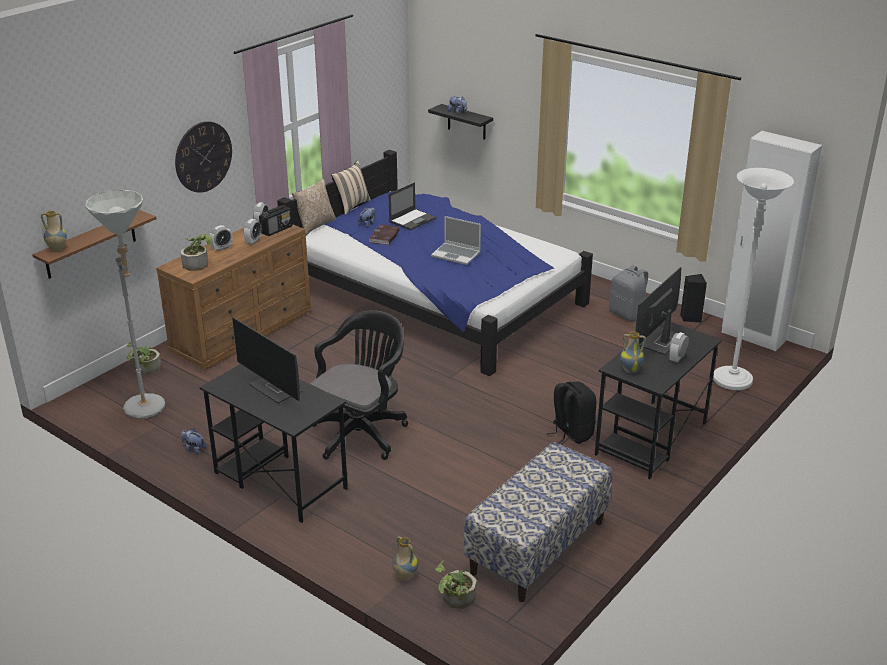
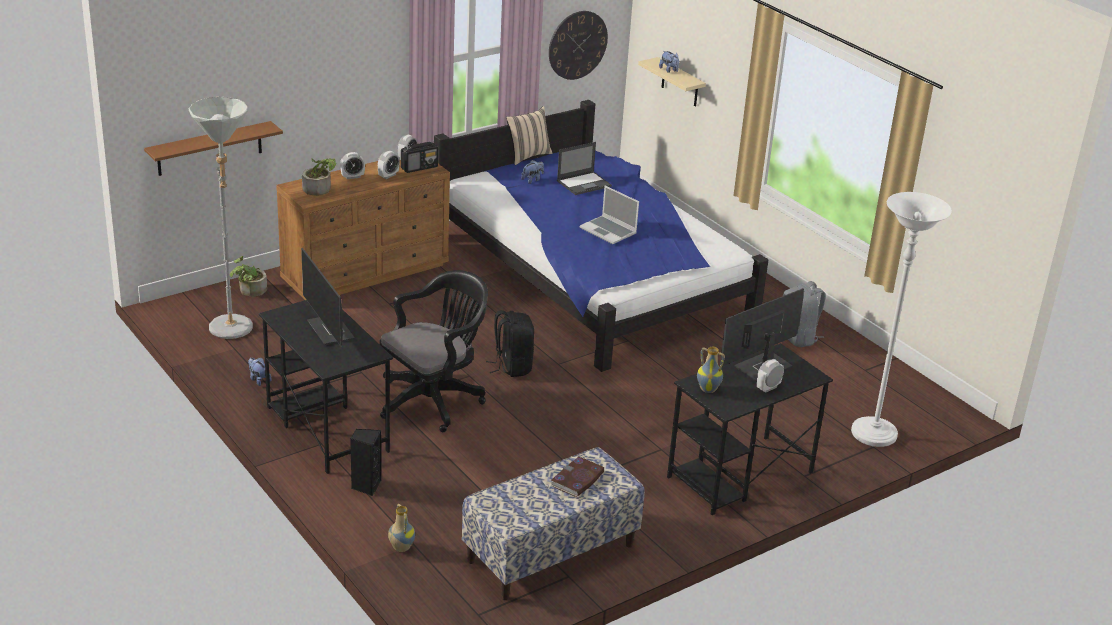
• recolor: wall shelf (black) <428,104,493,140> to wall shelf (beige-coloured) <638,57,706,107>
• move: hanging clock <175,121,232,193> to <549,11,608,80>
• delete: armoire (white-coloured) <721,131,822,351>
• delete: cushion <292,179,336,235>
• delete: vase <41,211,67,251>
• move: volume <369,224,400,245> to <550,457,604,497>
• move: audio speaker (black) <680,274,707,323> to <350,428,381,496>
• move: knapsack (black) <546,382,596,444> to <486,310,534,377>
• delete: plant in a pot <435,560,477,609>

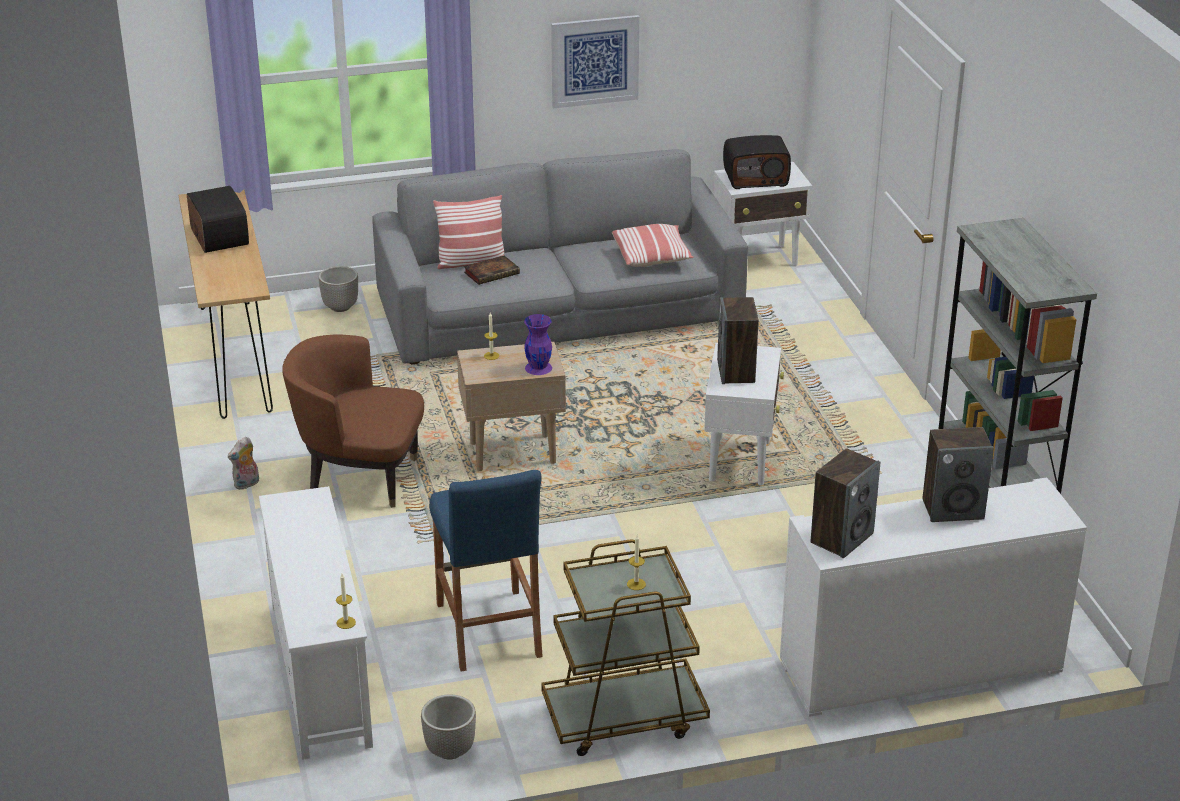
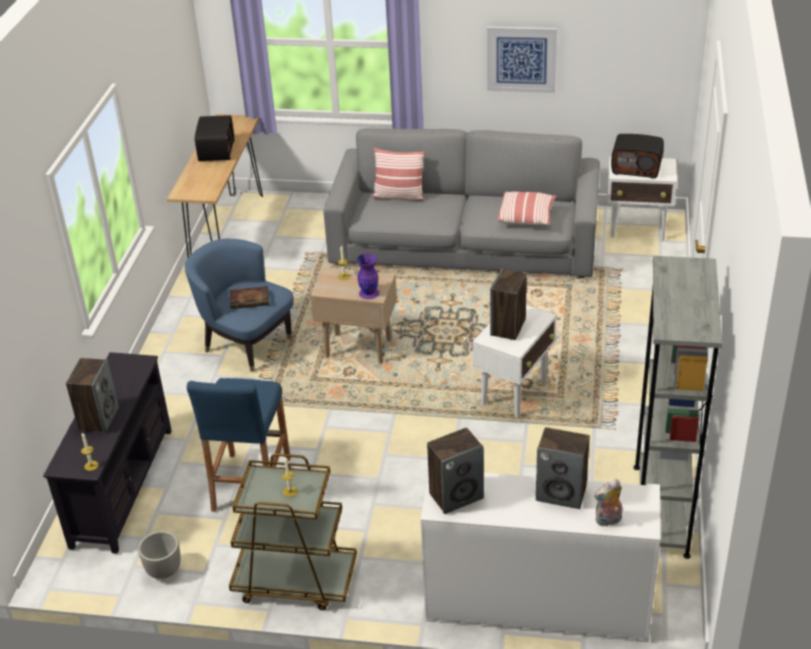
• move: volume <464,256,520,285> to <230,286,269,309>
• delete: plant pot <318,266,358,312>
• recolor: armchair (brownish) <282,335,424,508> to armchair (bluish) <185,239,294,372>
• move: soft toy <228,437,259,490> to <594,479,622,527>
• recolor: tv unit (white-coloured) <259,486,373,760> to tv unit (black) <43,352,172,554>
• insert: audio speaker <66,358,119,433>

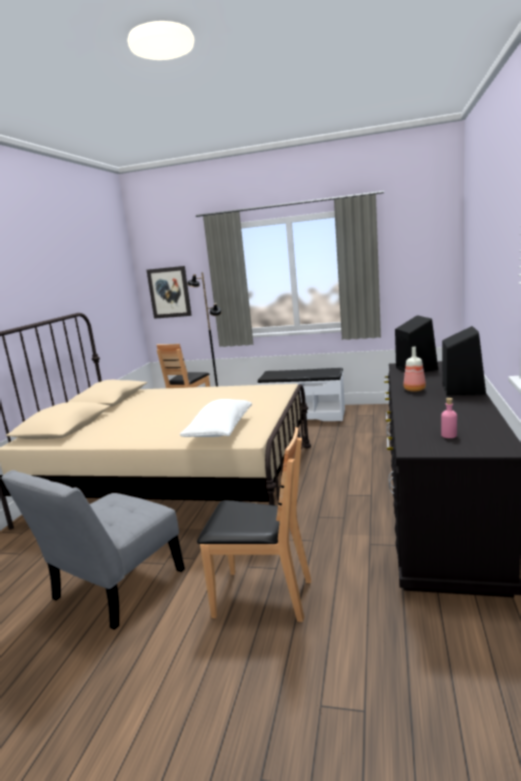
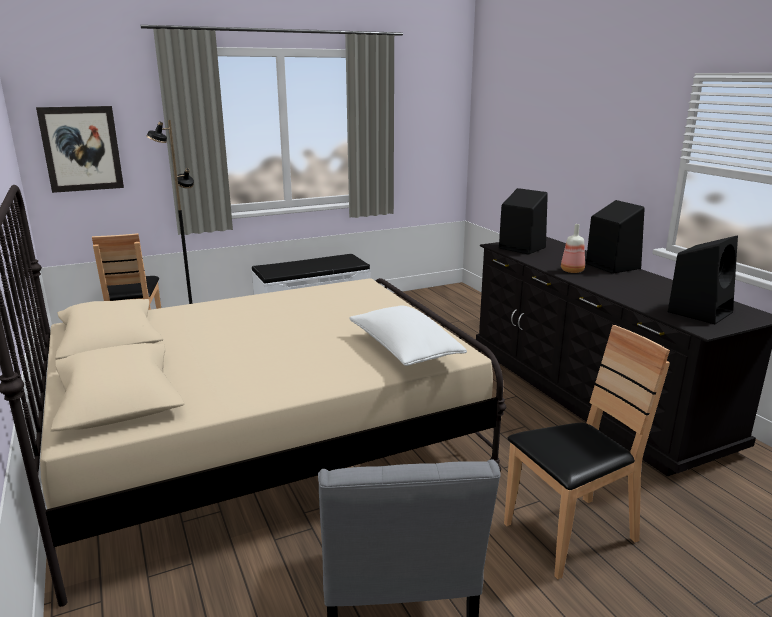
• replace: drink bottle (pinkish) <441,398,457,438> to audio speaker (black) <668,235,738,324>

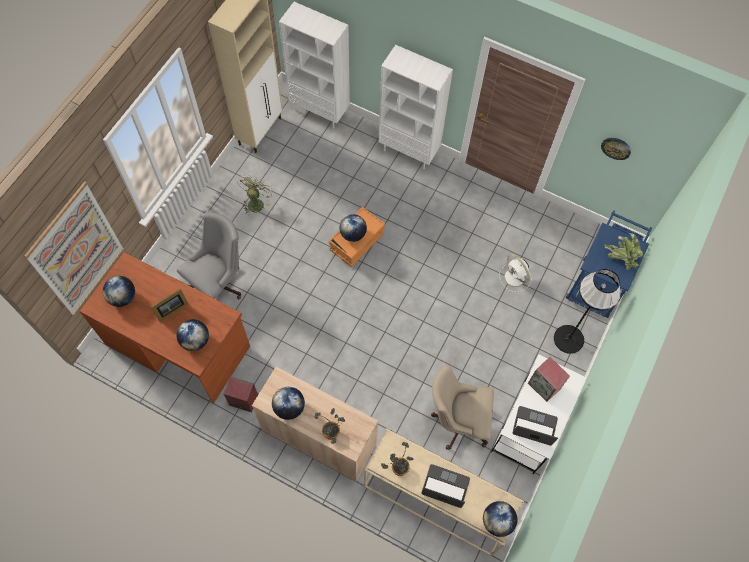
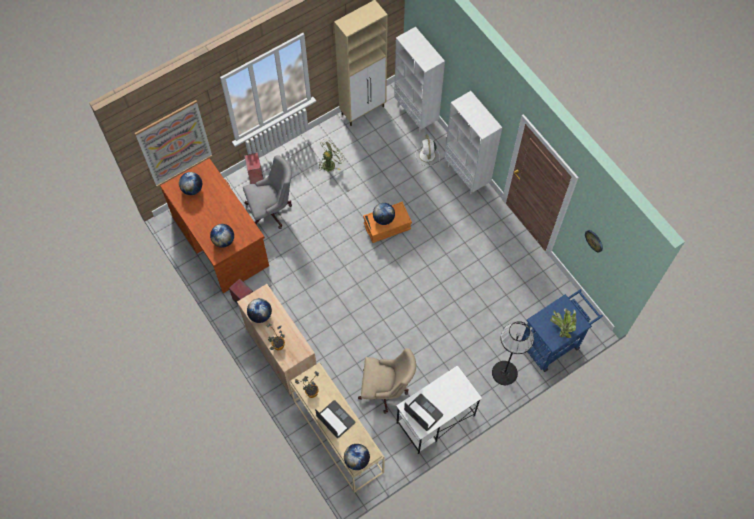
• move: fan (white-coloured) <499,254,532,292> to <415,134,440,166>
• delete: picture frame <151,289,188,322>
• move: audio speaker <528,357,570,402> to <244,153,263,184>
• rotate: computer chair (beige-coloured) <431,365,494,450> = <358,348,416,414> 150 degrees clockwise

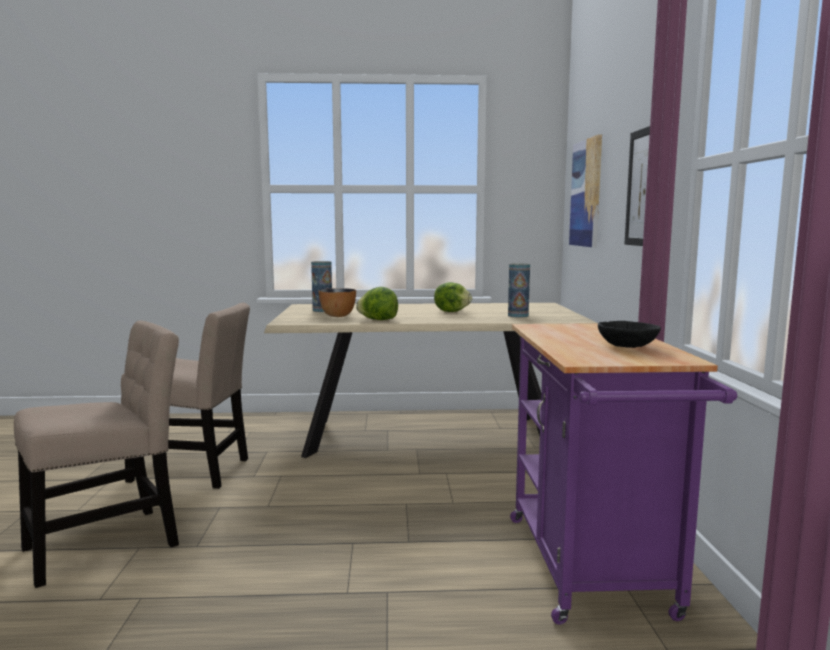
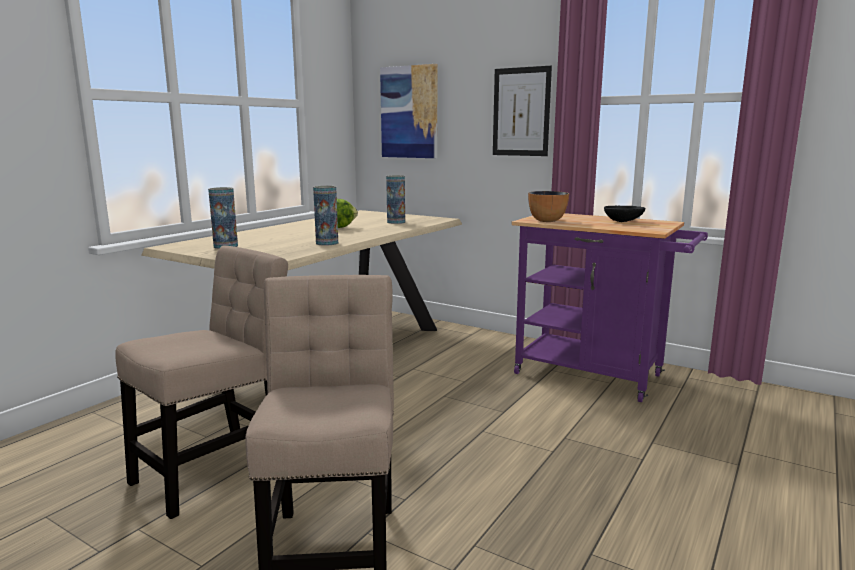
• replace: lettuce <356,287,398,320> to vase <313,186,338,246>
• move: deep dish <319,288,356,317> to <528,191,569,222>

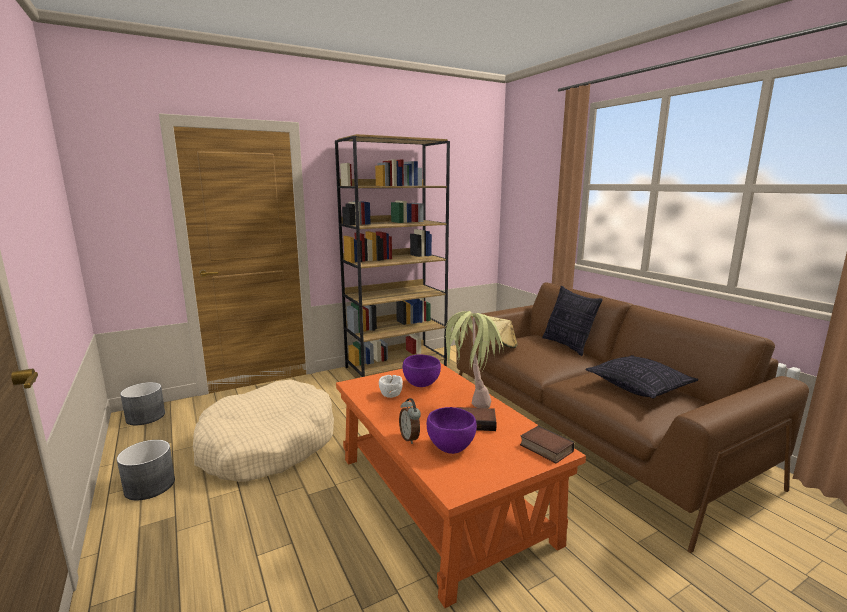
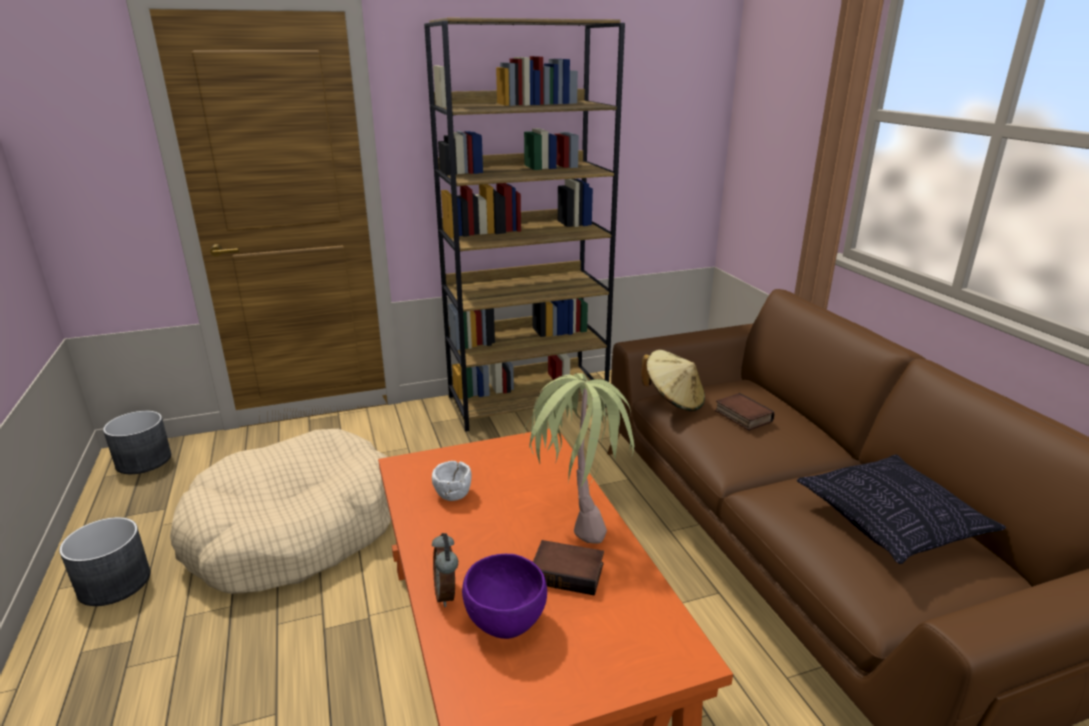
• delete: cushion <542,286,603,356>
• delete: deep dish (purple-coloured) <402,354,441,387>
• move: volume <520,426,575,463> to <715,393,775,431>

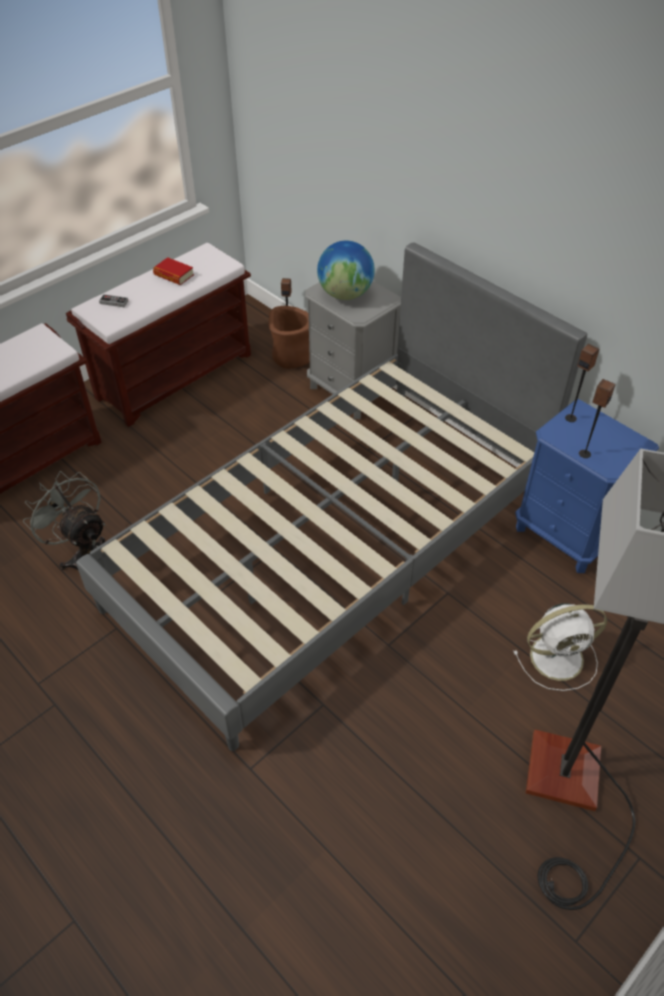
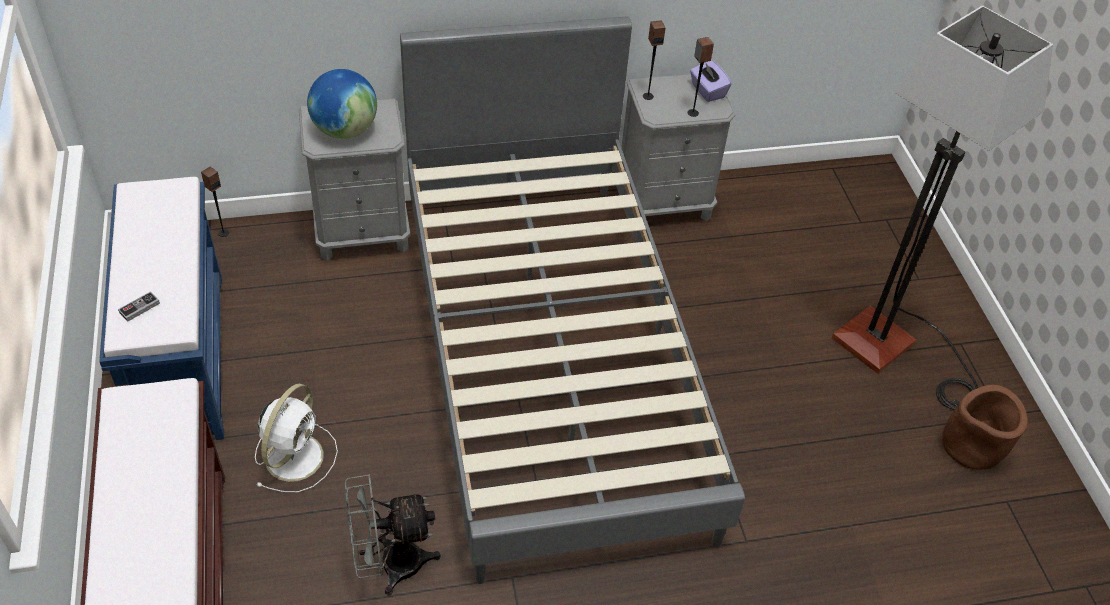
• recolor: bench (brownish) <66,243,251,427> to bench (bluish) <99,177,224,440>
• delete: volume <153,257,194,285>
• move: plant pot (brownish) <269,306,310,369> to <942,385,1028,470>
• recolor: night table (bluish) <515,399,659,573> to night table (greyish) <621,74,735,221>
• move: fan (white-coloured) <513,603,607,691> to <255,384,338,492>
• insert: box of tissues (purple-coloured) <690,60,731,102>

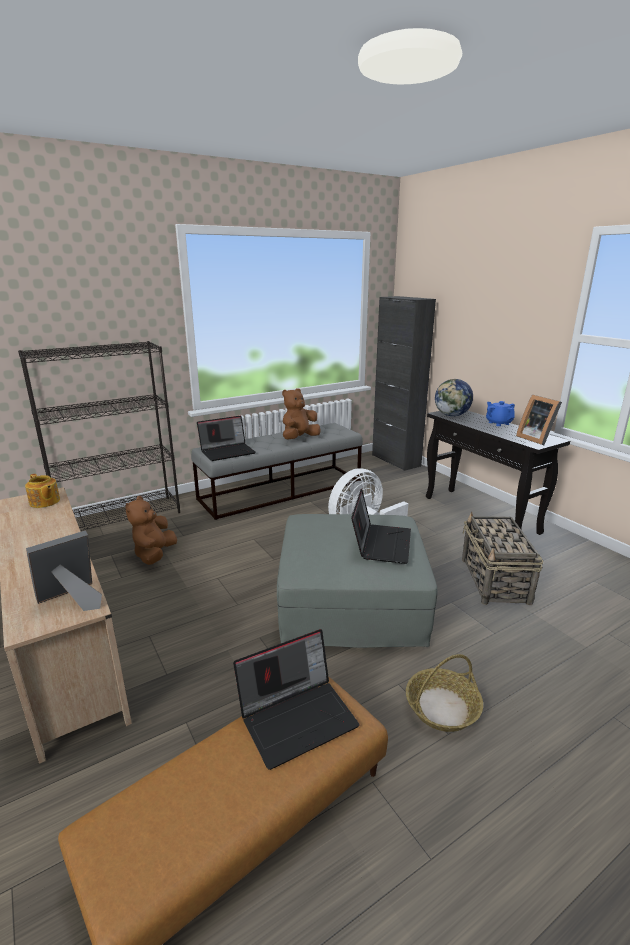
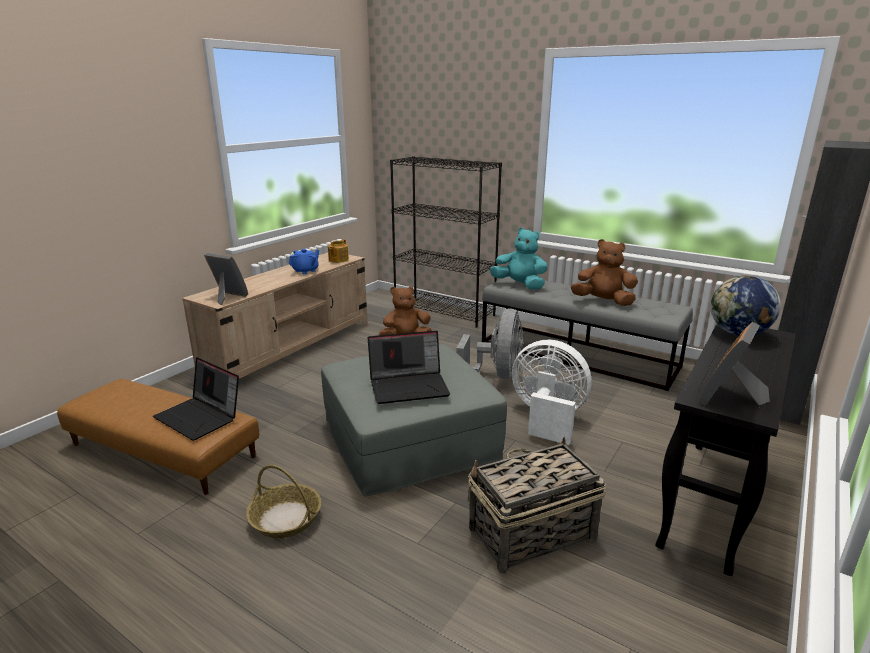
• move: tea pot (bluish) <486,401,515,426> to <289,249,319,274>
• replace: portable computer <197,416,256,461> to soft toy (blue-green) <490,227,548,290>
• insert: fan (greyish) <456,308,523,379>

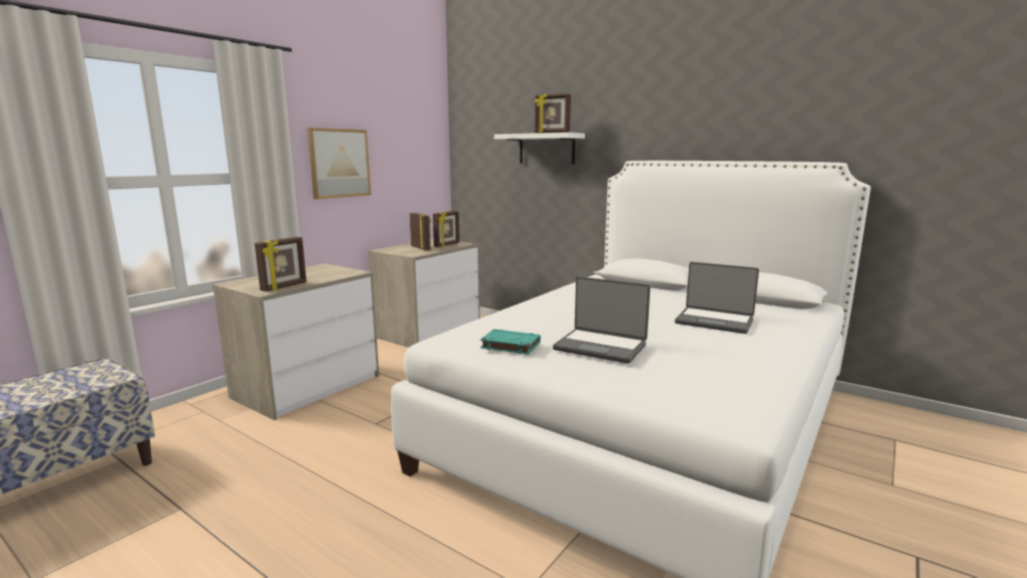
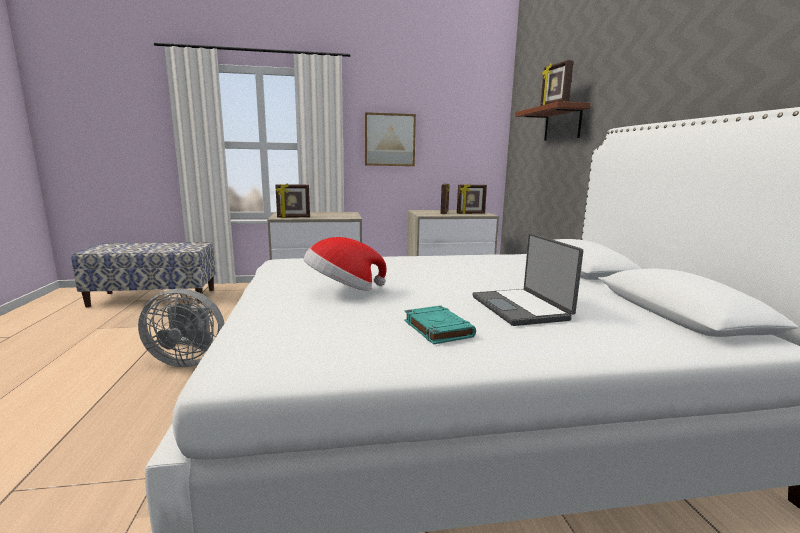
• recolor: wall shelf (white-coloured) <494,132,585,164> to wall shelf (brownish) <515,101,590,141>
• replace: portable computer <553,276,650,364> to hat <304,237,387,291>
• move: volume (blue-green) <480,329,541,355> to <404,305,476,345>
• insert: fan (greyish) <138,289,224,367>

